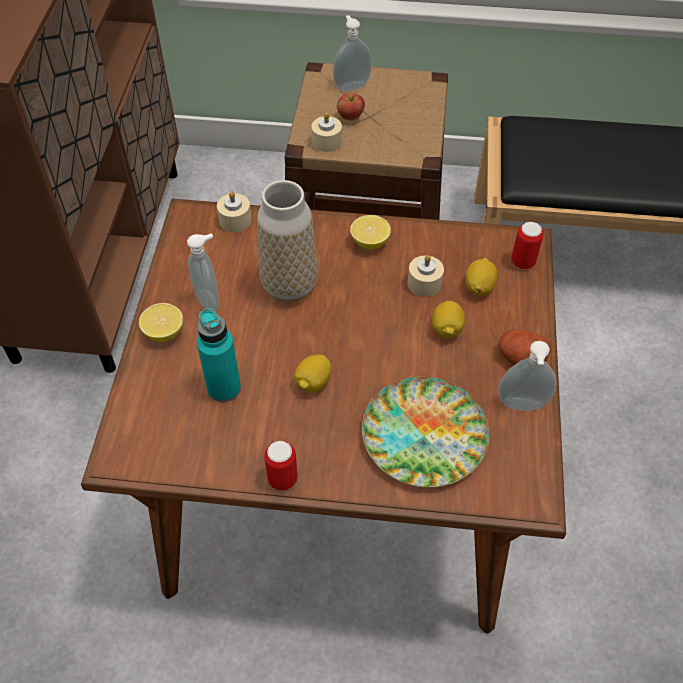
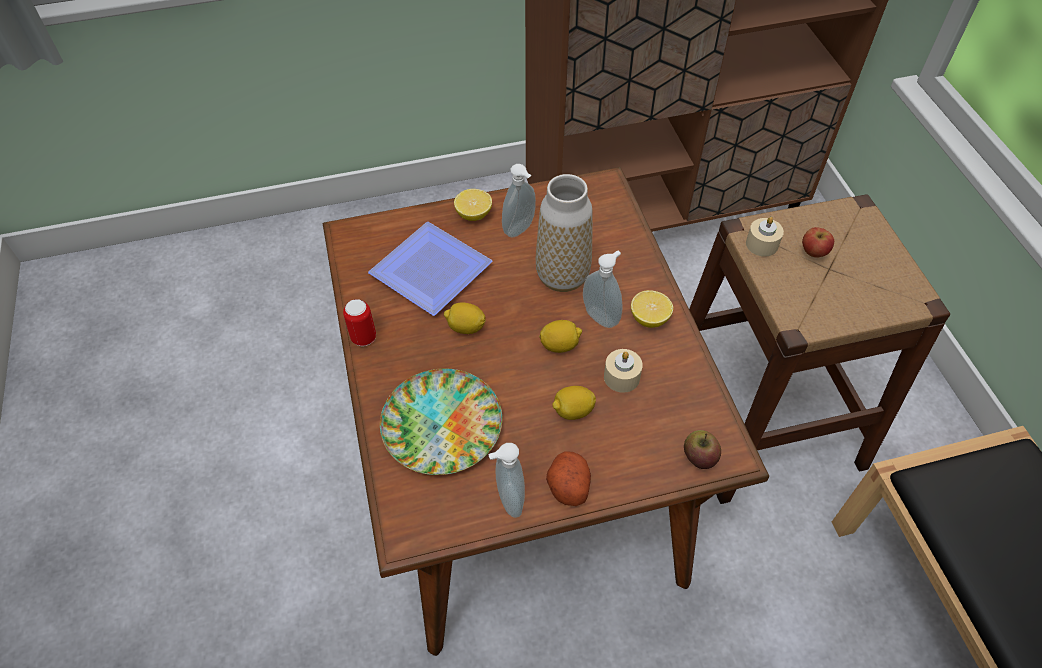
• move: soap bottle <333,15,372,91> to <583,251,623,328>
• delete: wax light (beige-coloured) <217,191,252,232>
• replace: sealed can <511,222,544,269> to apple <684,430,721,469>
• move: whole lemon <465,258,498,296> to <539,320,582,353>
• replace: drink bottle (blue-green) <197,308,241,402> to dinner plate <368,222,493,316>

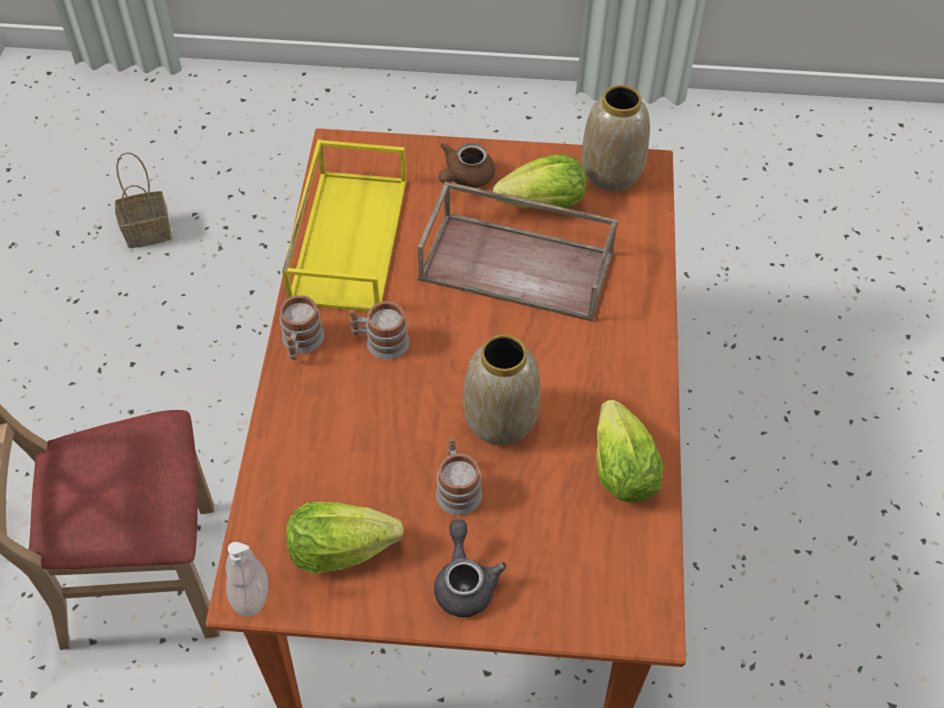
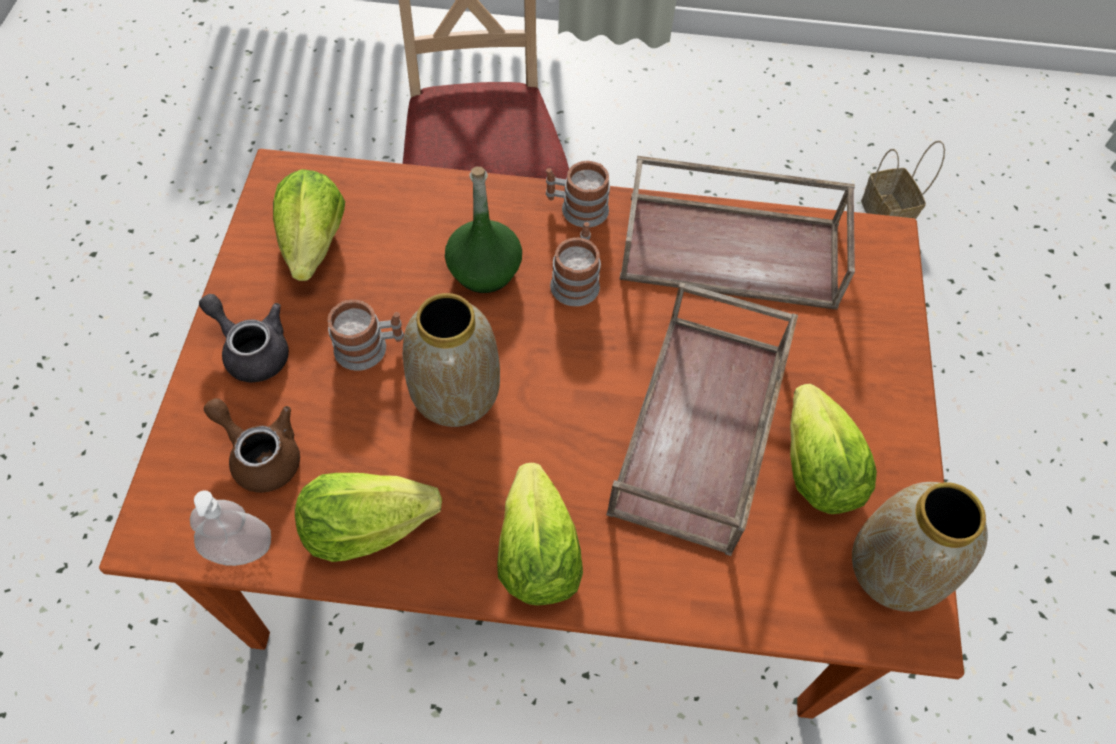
• recolor: carrying tray (yellowish) <282,139,406,312> to carrying tray (brownish) <619,156,855,310>
• move: tea pot (brownish) <439,143,495,188> to <204,398,300,493>
• rotate: tea pot (greyish) <434,519,506,617> = <199,294,289,382> 135 degrees counterclockwise
• move: soap bottle <225,542,269,617> to <190,490,271,566>
• insert: drink bottle (green-coloured) <445,167,522,293>
• insert: lettuce <497,463,583,605>

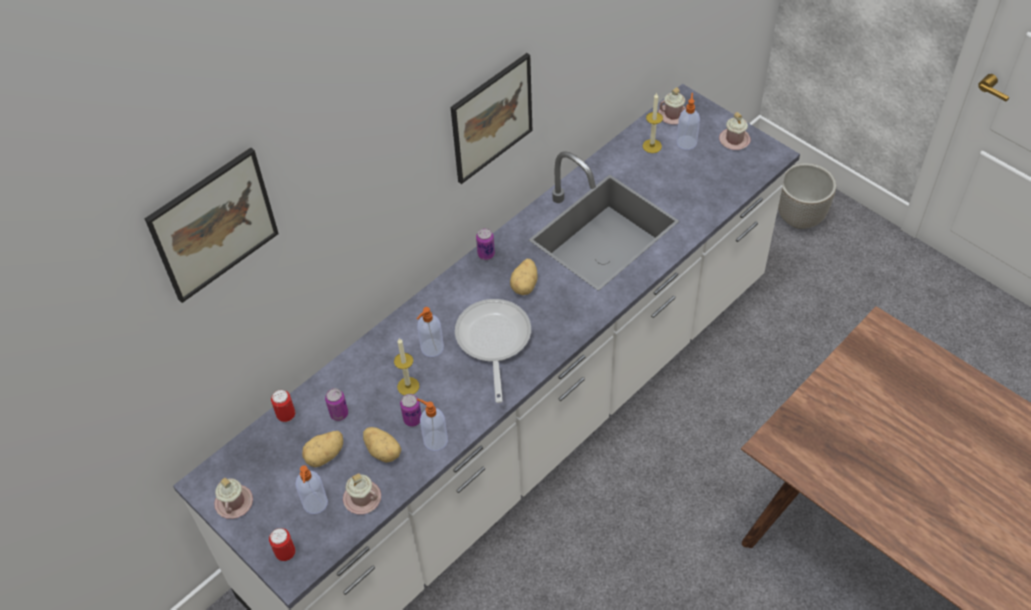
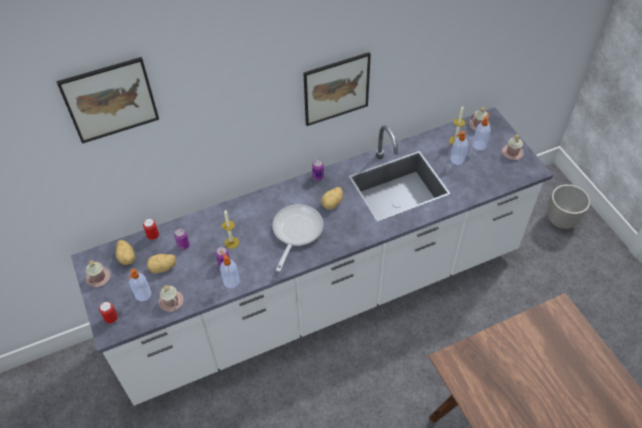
• move: soap bottle <416,307,444,357> to <450,131,468,165>
• move: spud <363,427,401,463> to <115,240,135,265>

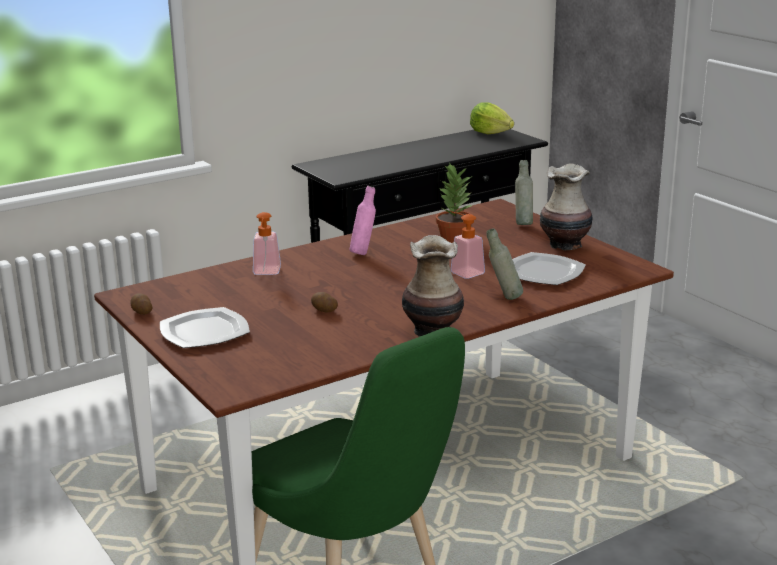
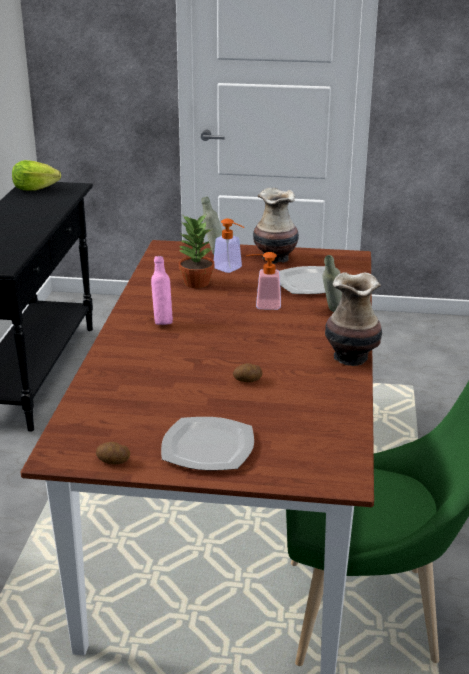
• move: soap bottle <253,212,281,275> to <214,218,244,273>

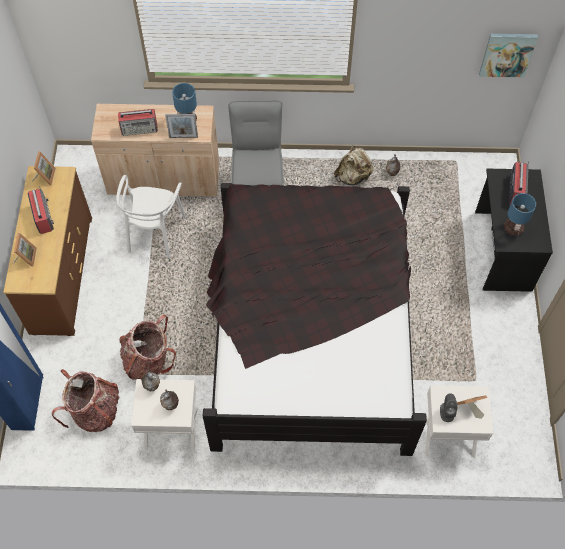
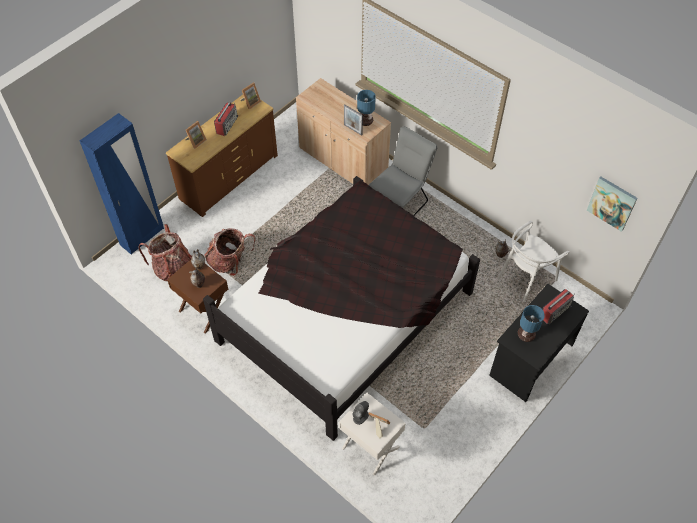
• delete: radio receiver <118,109,158,136>
• delete: knapsack (beige-coloured) <334,145,373,185>
• move: plain chair (white-coloured) <116,175,186,258> to <498,221,570,302>
• recolor: night table (white-coloured) <131,379,198,451> to night table (brownish) <167,260,228,333>

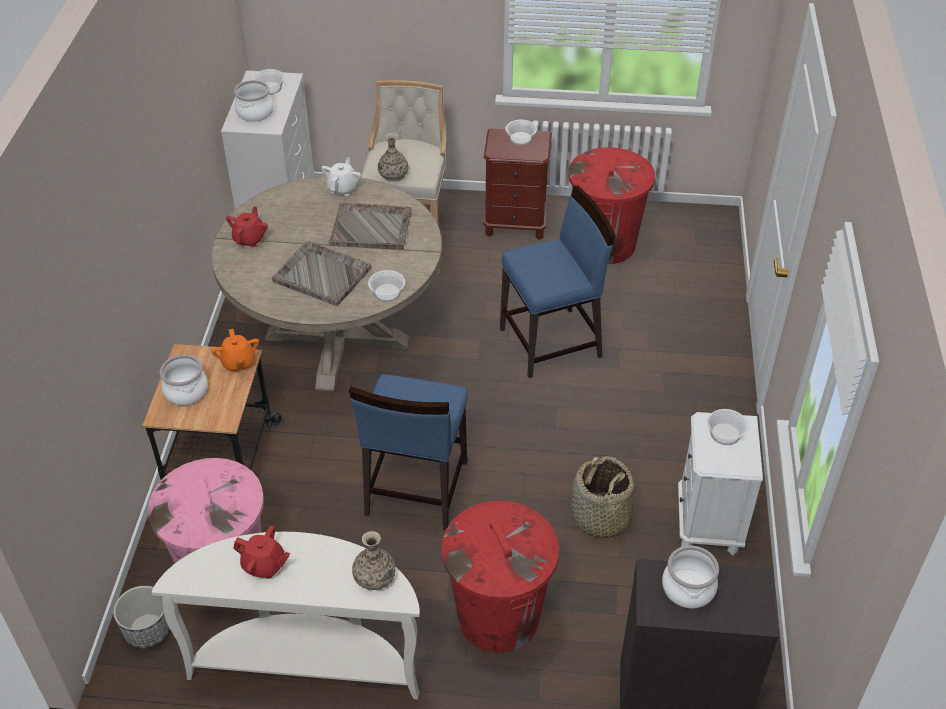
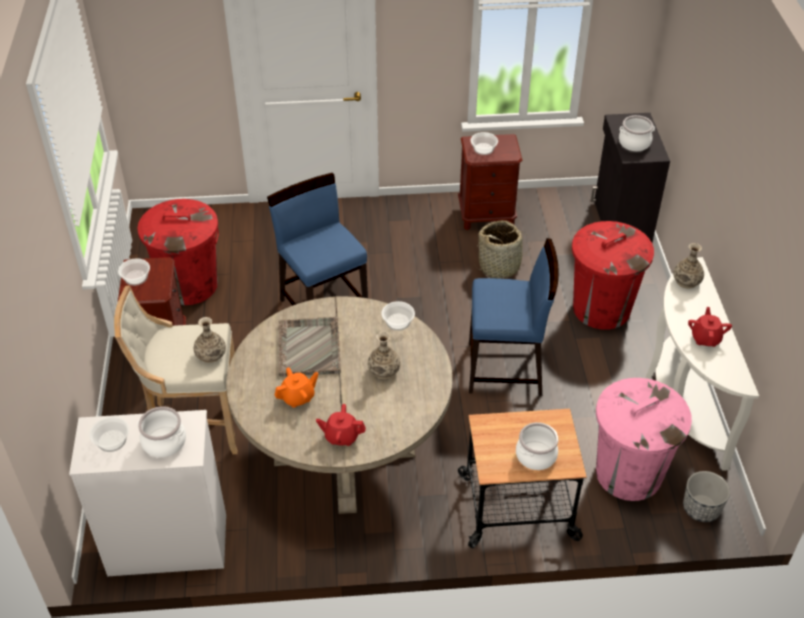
• delete: tea pot (white-coloured) <321,157,361,196>
• replace: carrying tray (greyish) <272,241,371,306> to vase <368,332,400,379>
• move: tea pot (orangey) <211,329,259,372> to <275,367,318,408>
• recolor: night table (white-coloured) <678,412,763,555> to night table (brownish) <458,134,523,230>

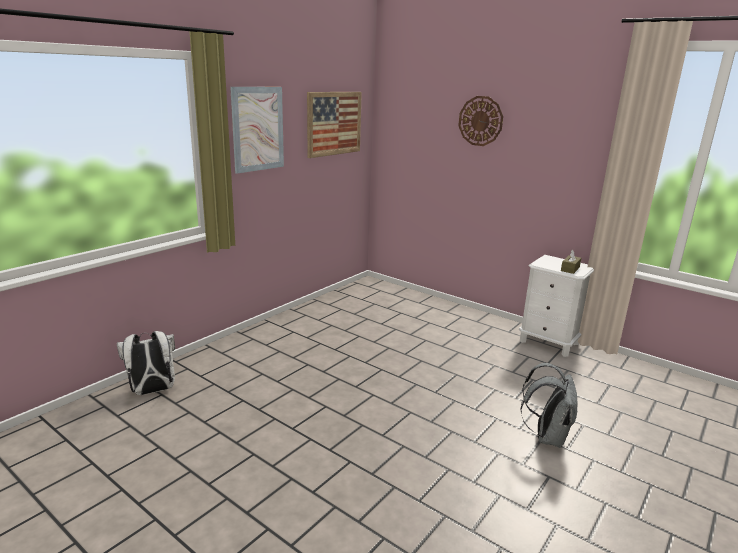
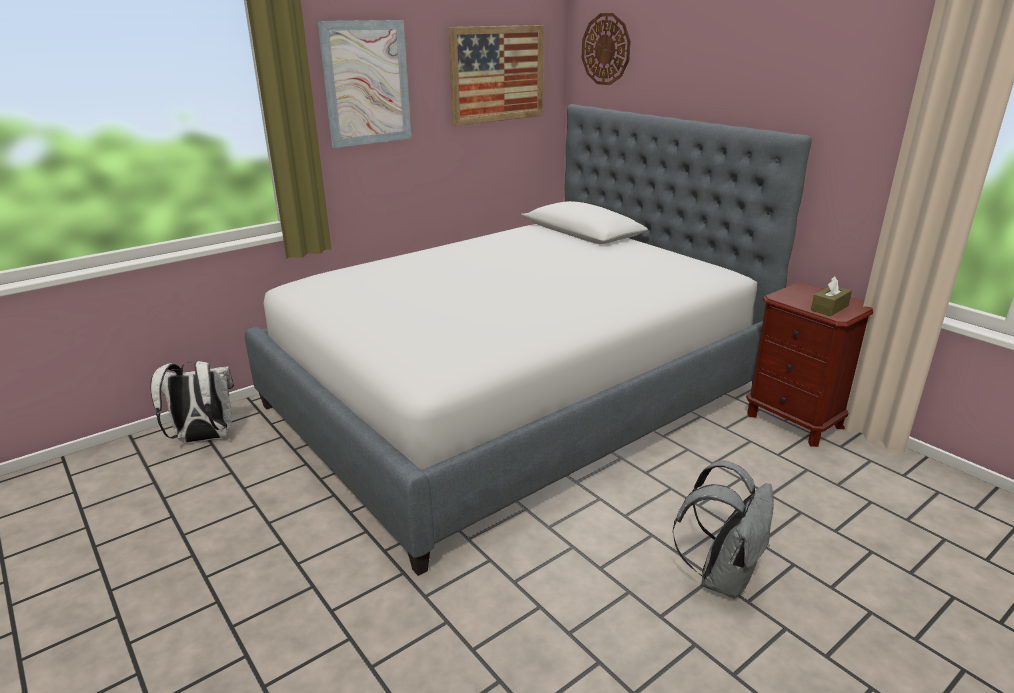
• move: hanging clock <458,96,503,146> to <582,13,631,85>
• recolor: night table (white-coloured) <519,255,594,357> to night table (brownish) <746,282,873,447>
• insert: sleeping bed <245,104,812,576>

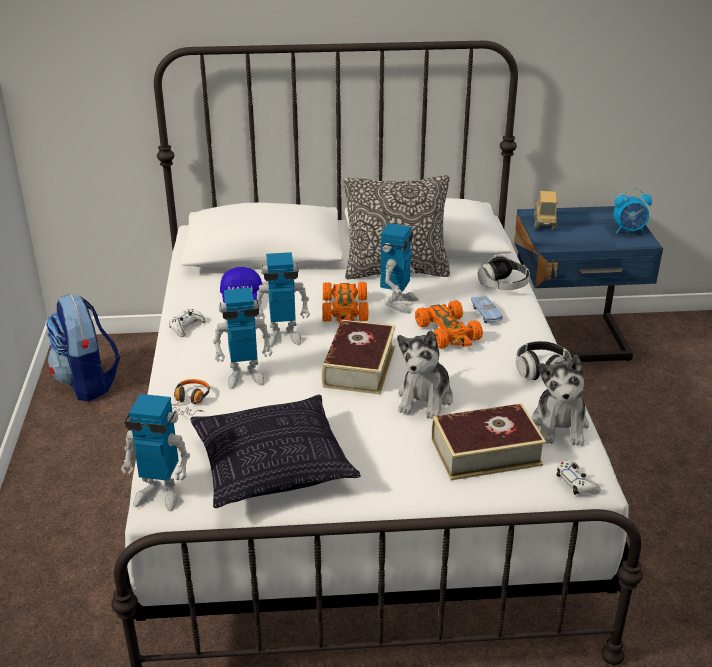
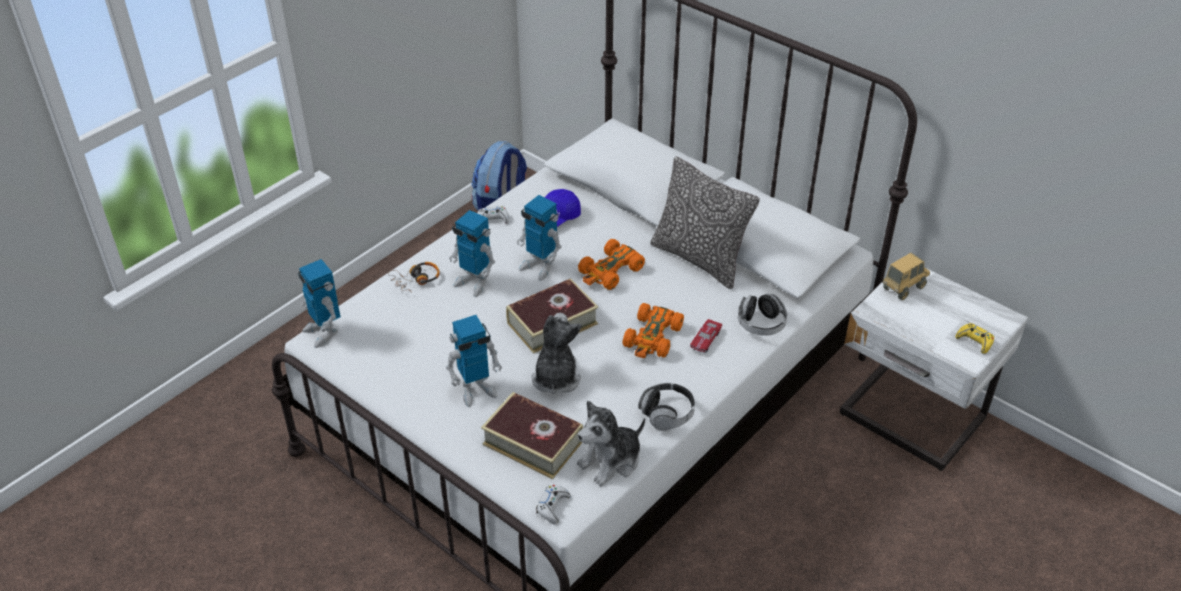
• replace: bedside clock <614,188,652,233> to game controller (yellowish) <955,323,994,354>
• recolor: night table (bluish) <514,206,663,362> to night table (white-coloured) <840,268,1028,471>
• move: toy robot <380,223,419,314> to <446,315,502,407>
• recolor: toy car (bluish) <471,296,503,323> to toy car (reddish) <690,319,722,353>
• rotate: soft toy <397,330,453,419> = <531,313,582,394> 120 degrees clockwise
• delete: cushion <190,395,360,508>

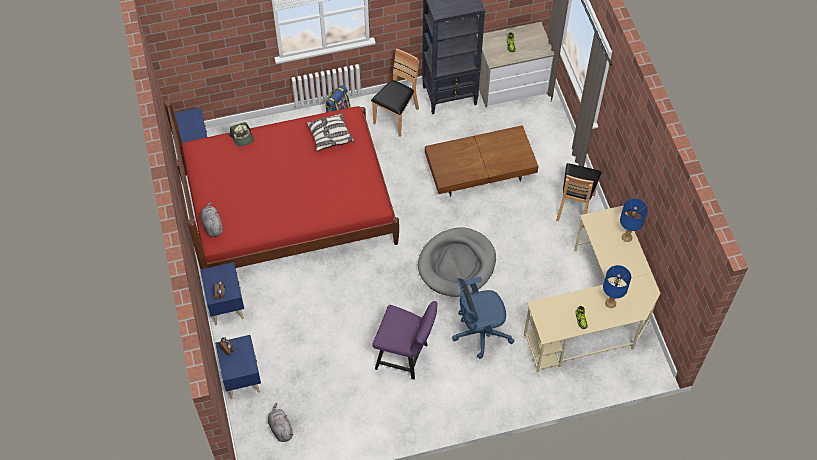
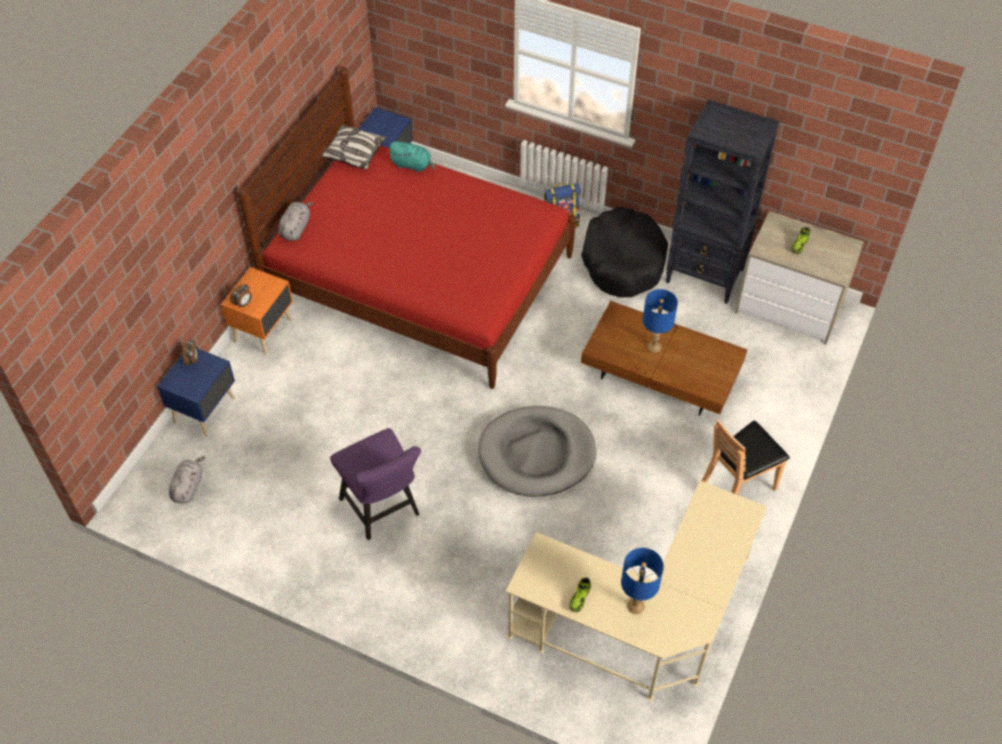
• replace: plain chair (brownish) <371,49,419,137> to pet bed (black) <581,207,668,298>
• move: cushion <306,113,354,151> to <322,125,386,170>
• replace: peaked cap <229,122,254,147> to soft toy (blue-green) <388,141,436,172>
• move: table lamp (bluish) <620,199,648,242> to <643,289,678,353>
• recolor: night table (bluish) <200,262,244,325> to night table (orangey) <221,267,293,355>
• delete: computer chair (bluish) <452,277,515,359>

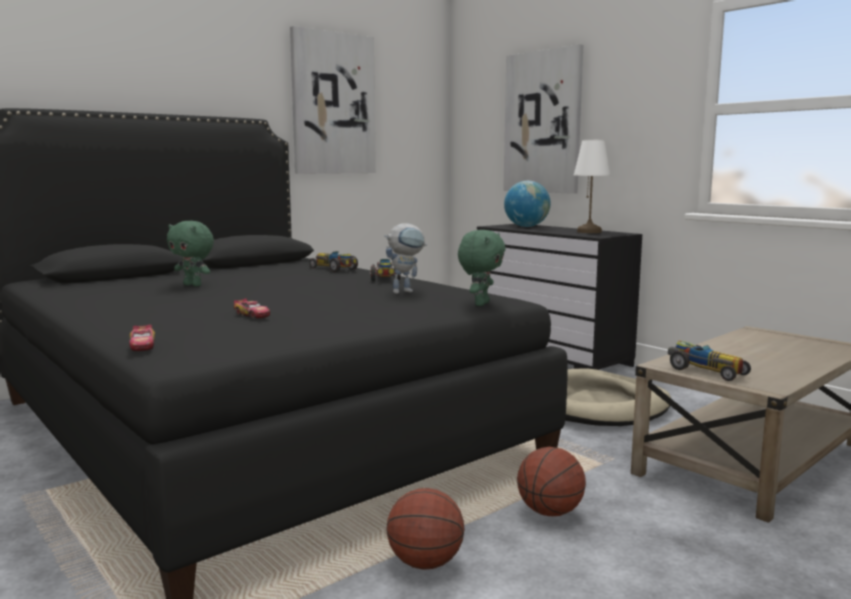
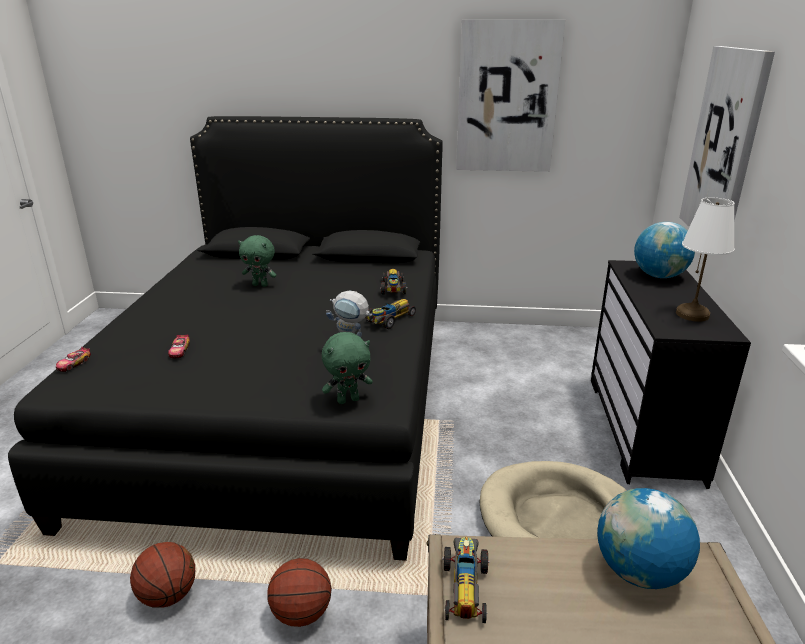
• rotate: soft toy (green-coloured) <167,221,214,286> = <238,235,277,287> 60 degrees counterclockwise
• insert: world globe <597,488,700,589>

